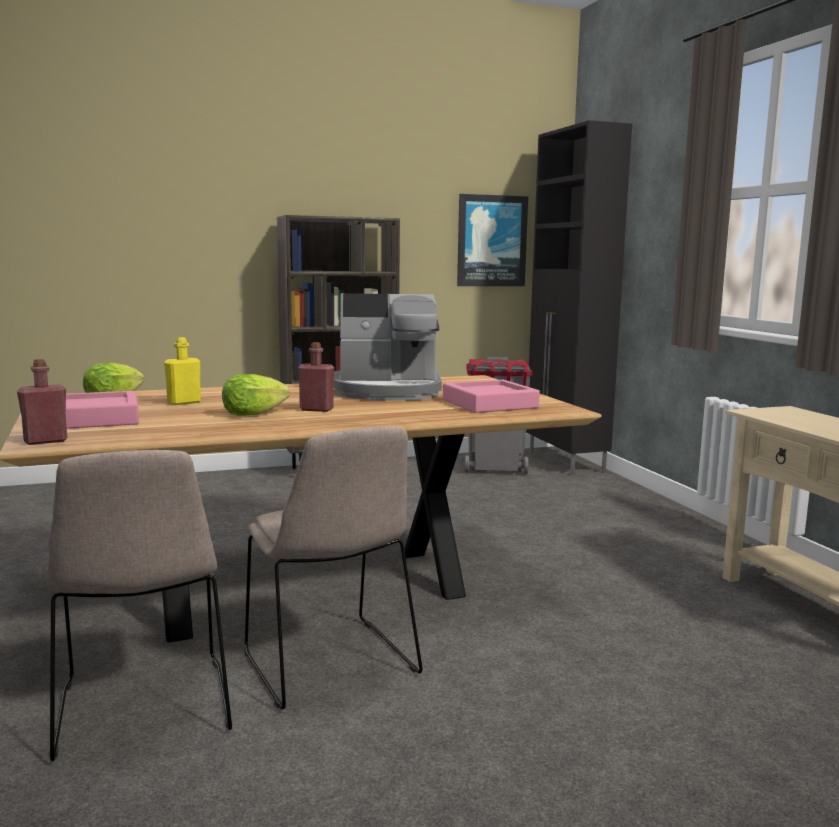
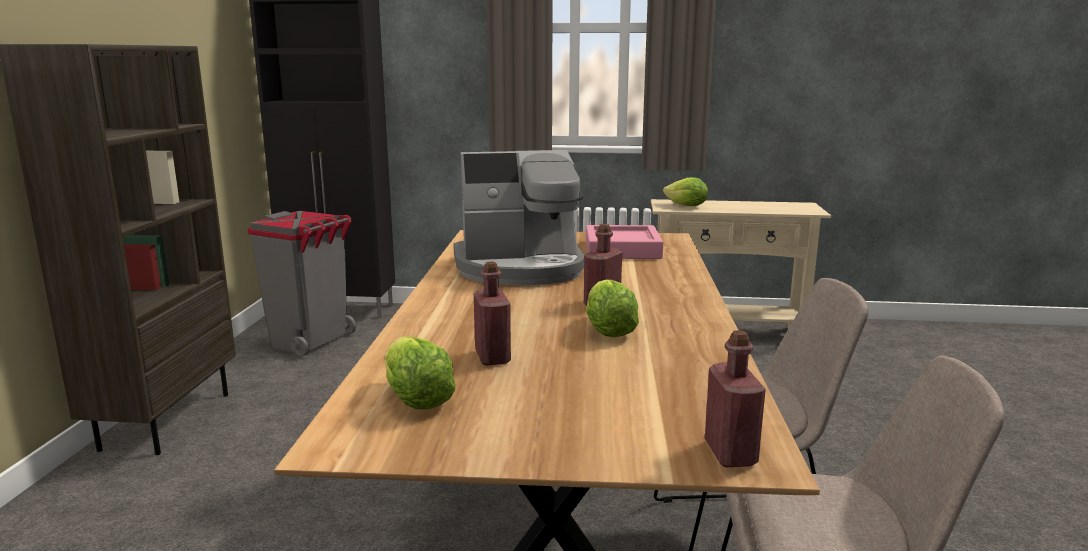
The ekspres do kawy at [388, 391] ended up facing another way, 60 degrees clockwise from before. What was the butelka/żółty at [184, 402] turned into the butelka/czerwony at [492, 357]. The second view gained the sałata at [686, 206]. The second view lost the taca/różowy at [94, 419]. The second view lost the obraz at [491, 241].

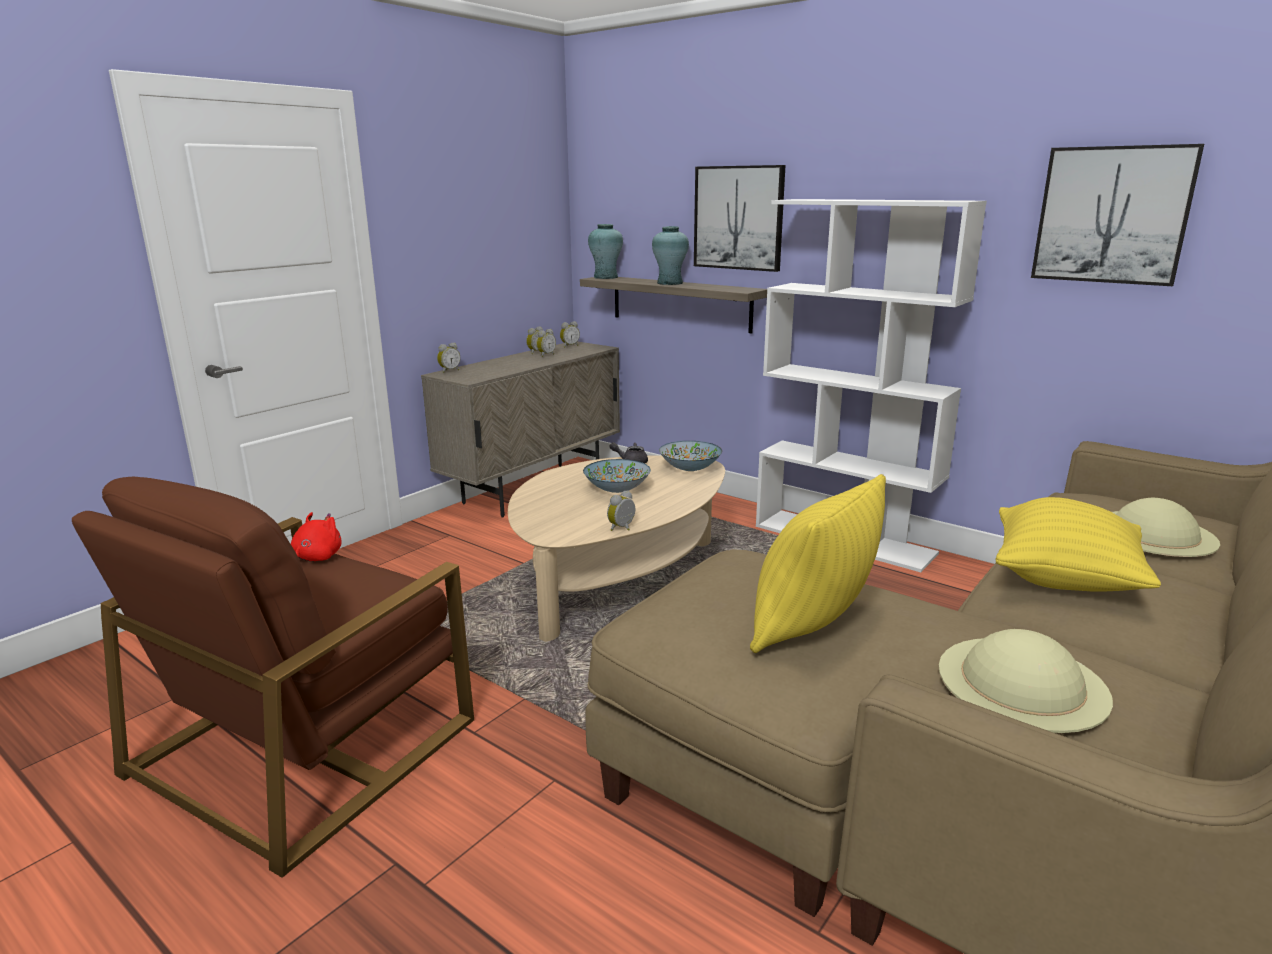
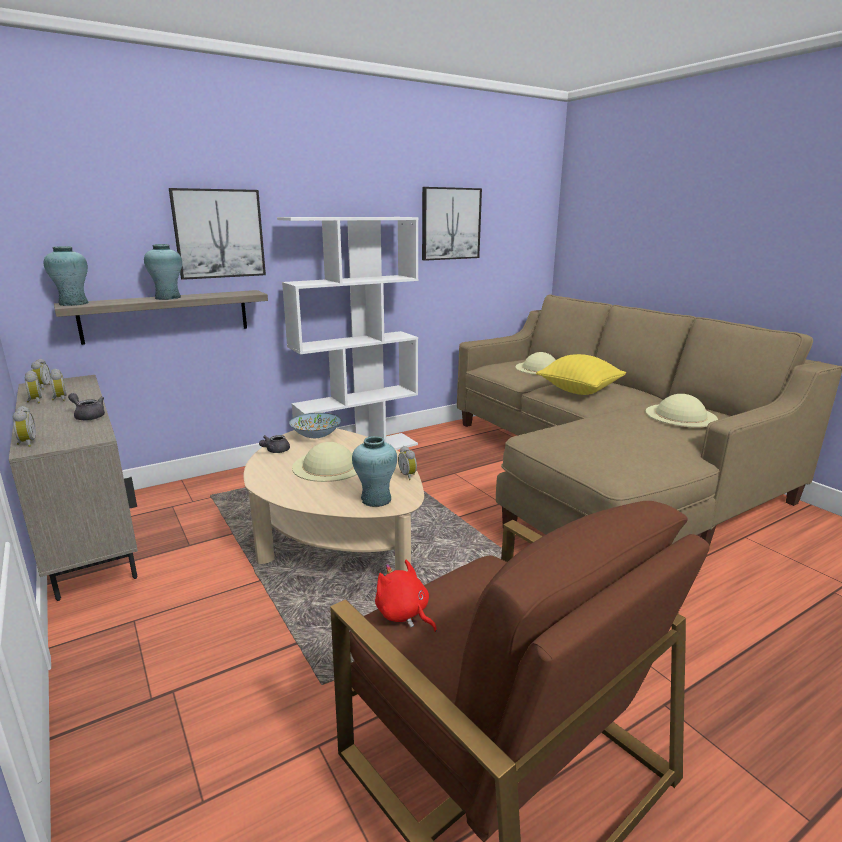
The second view gained the imbryk/szary at [88, 416]. Where the miska stood at [617, 489], the kapelusz/beżowy came to stand at [329, 465]. The second view gained the wazon/turkusowy at [376, 499]. The second view lost the poduszka/żółty at [811, 626].

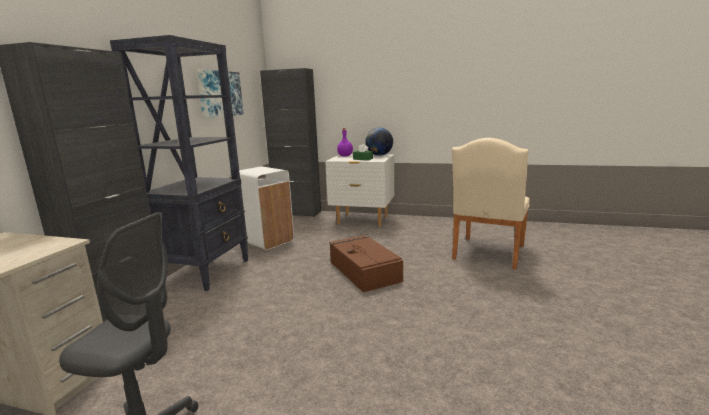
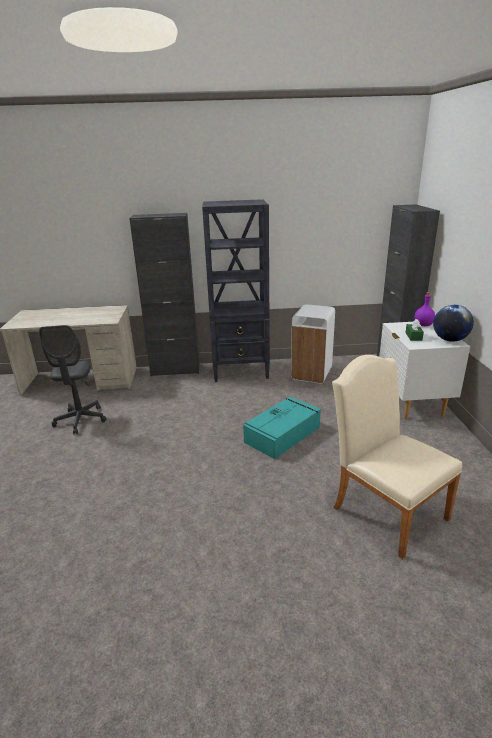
What was the pojemnik do przechowywania/brązowy at [364, 271] turned into the pojemnik do przechowywania/turkusowy at [283, 434]. The krzesło/beżowy at [487, 254] ended up facing another way, 45 degrees clockwise from before. The second view lost the obraz at [219, 94].

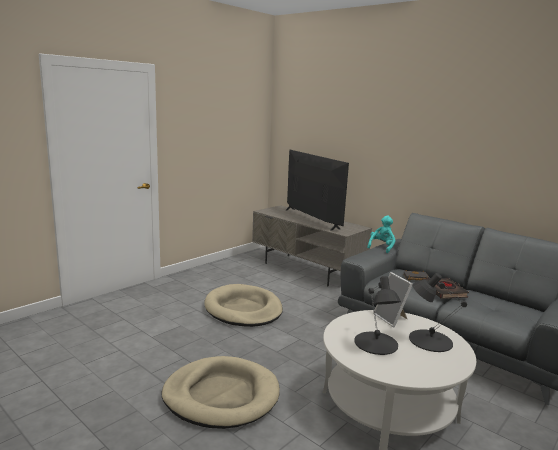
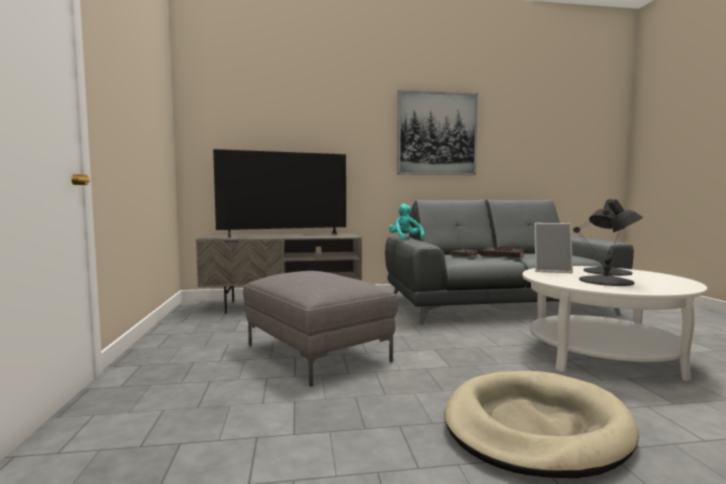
The telewizor at [311, 219] ended up facing another way, 150 degrees clockwise from before. Where the legowisko/beżowy stood at [243, 309], the pufa/szary came to stand at [319, 353]. The second view gained the obraz at [436, 134].

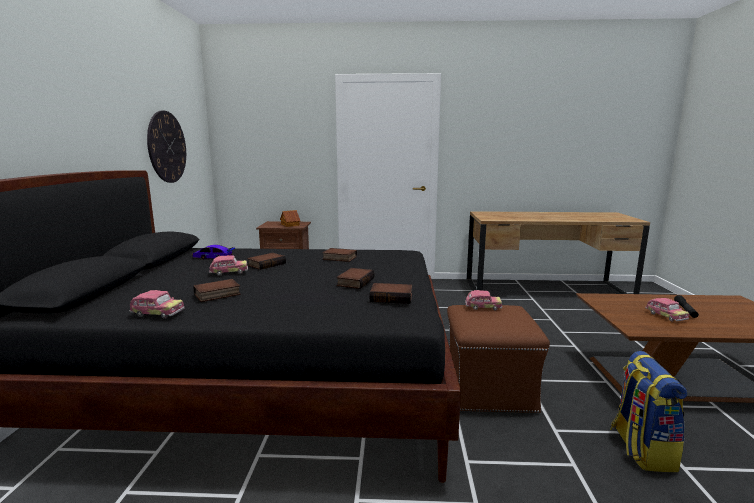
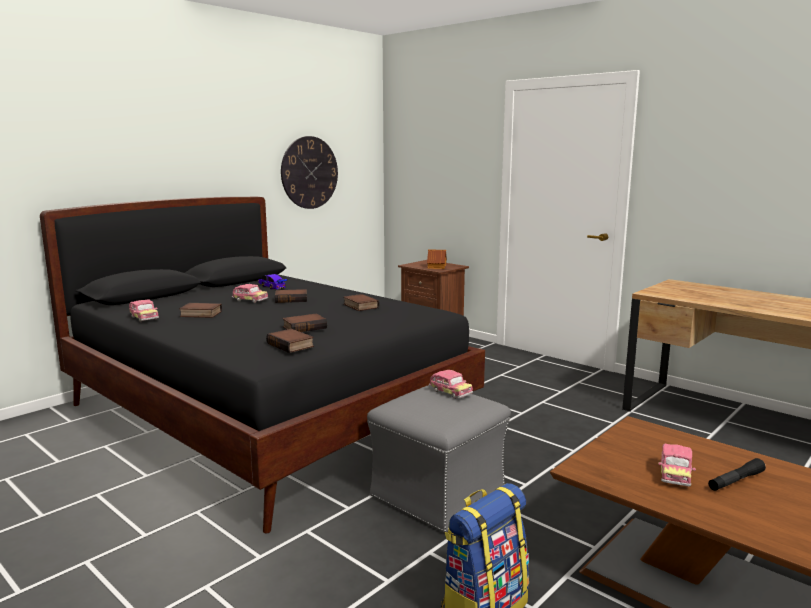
What was the pufa/brązowy at [489, 389] turned into the pufa/szary at [438, 494].

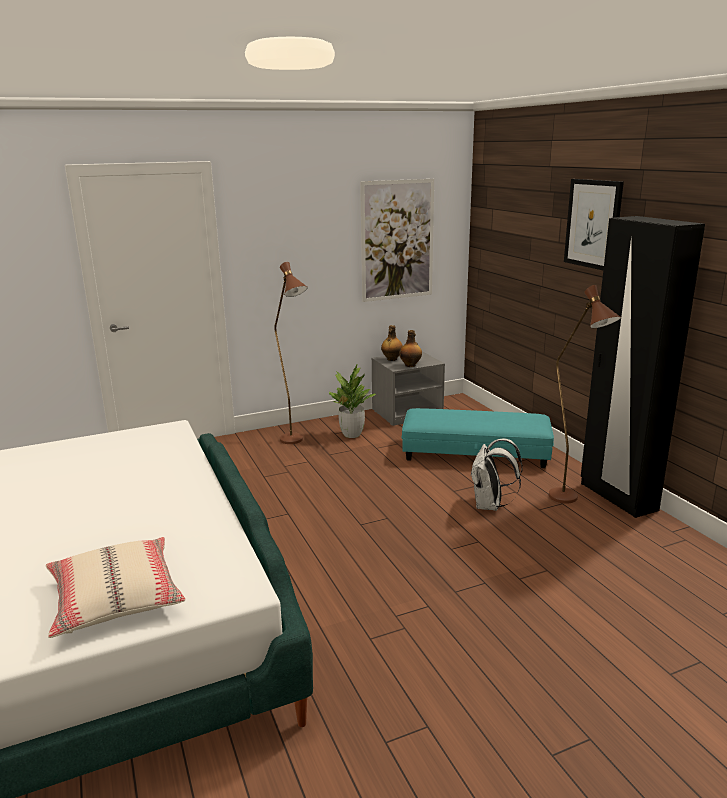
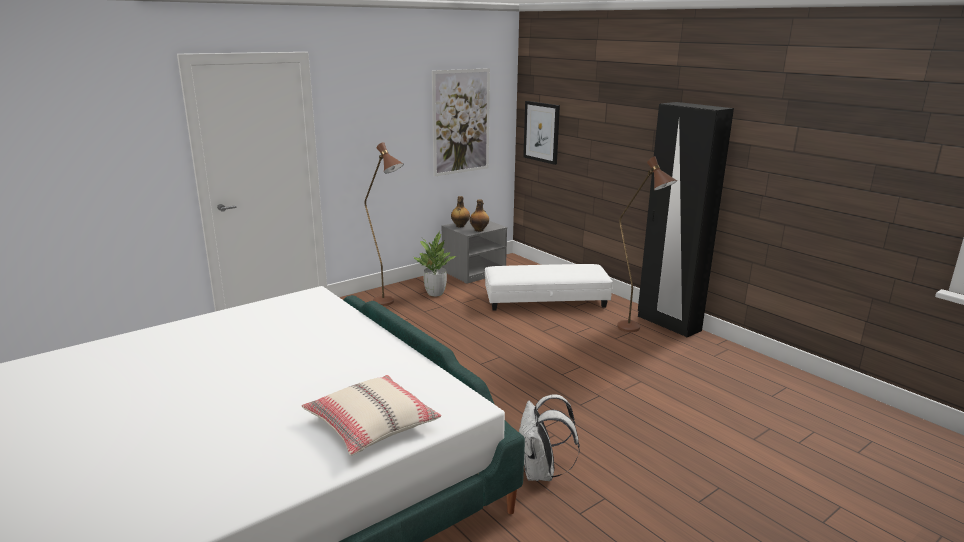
What was the pufa/turkusowy at [475, 453] turned into the pufa/biały at [546, 300]. The plecak/biały ended up elsewhere, having gone from [490, 505] to [541, 473]. The obraz ended up elsewhere, having gone from [593, 224] to [541, 132].

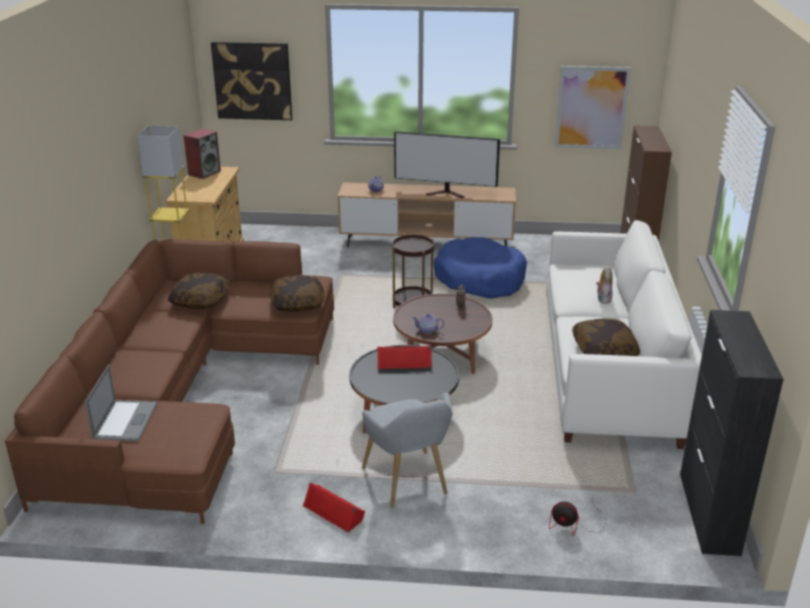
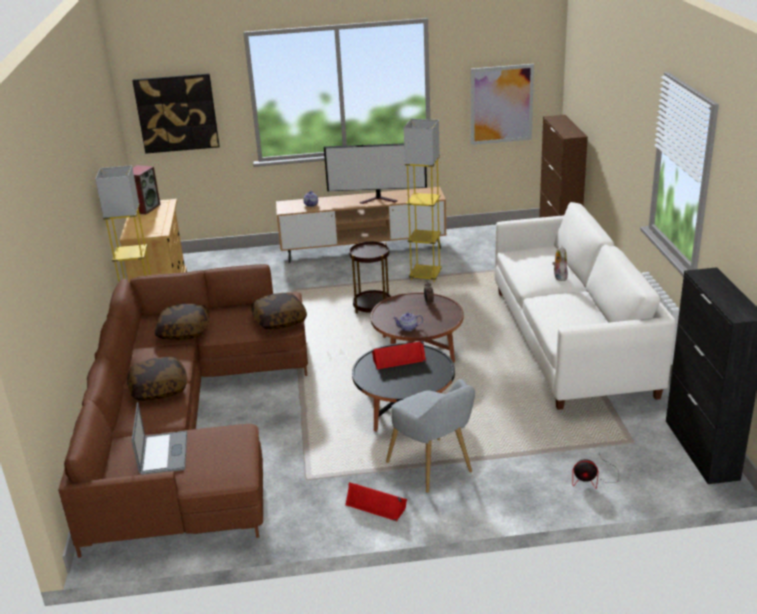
The poduszka ended up elsewhere, having gone from [604, 351] to [158, 388]. Where the legowisko/niebieski stood at [479, 279], the lampa stojąca/żółty came to stand at [425, 276].

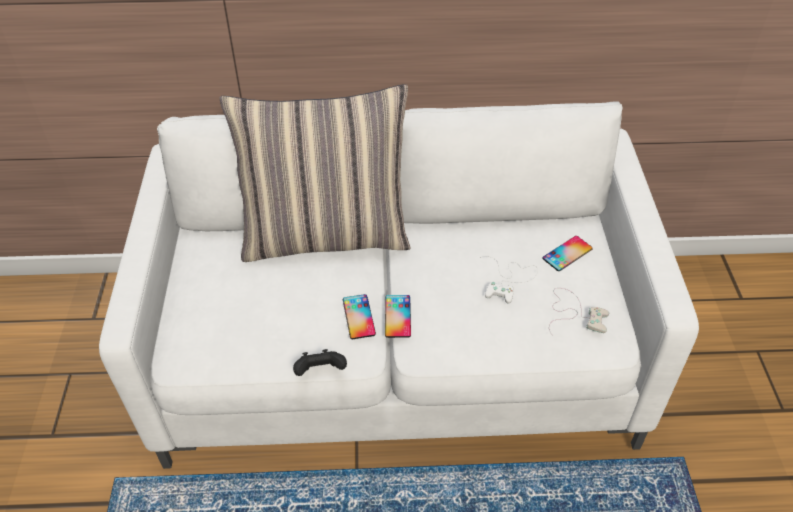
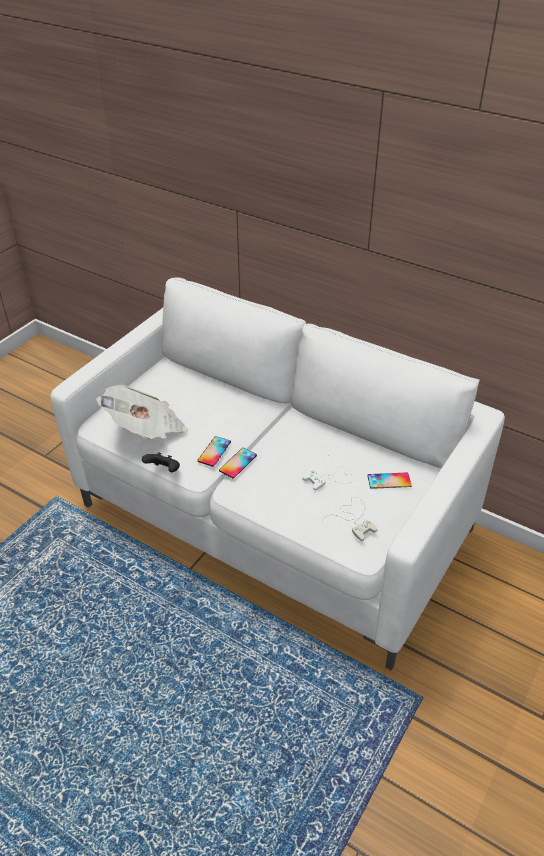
The second view gained the gazeta at [146, 429]. The second view lost the poduszka at [326, 235].

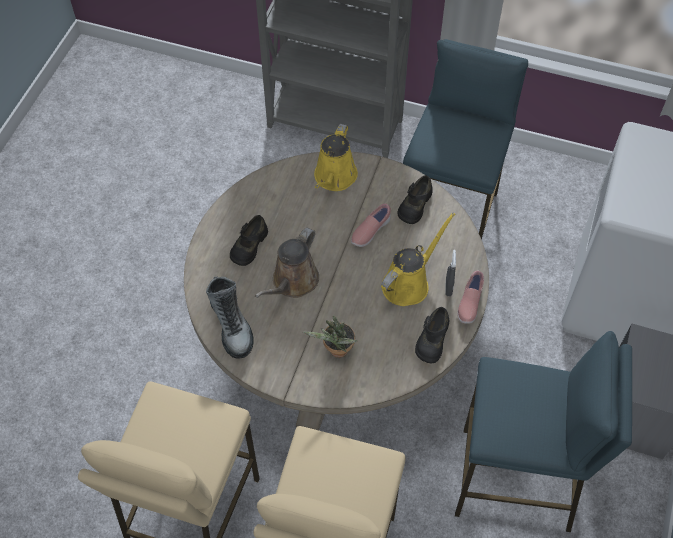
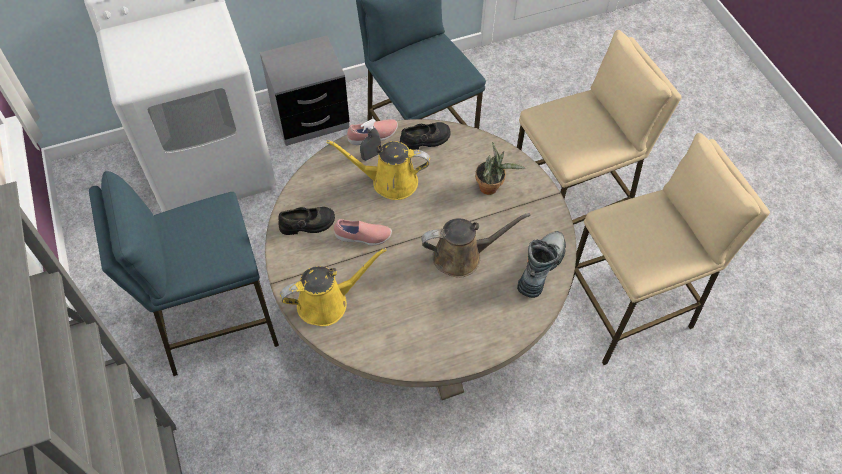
The second view lost the but/czarny at [249, 245].

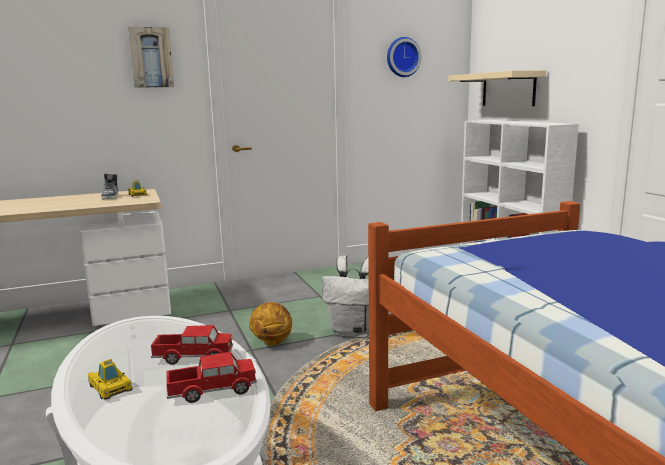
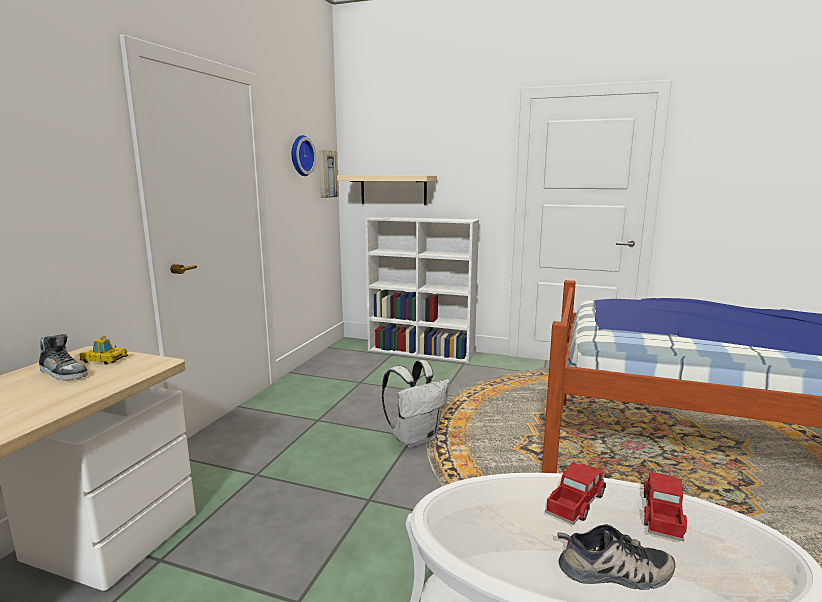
The obraz ended up elsewhere, having gone from [151, 58] to [327, 174]. Where the samochodzik stood at [110, 387], the but came to stand at [614, 573]. The second view lost the piłka do koszykówki at [272, 342].

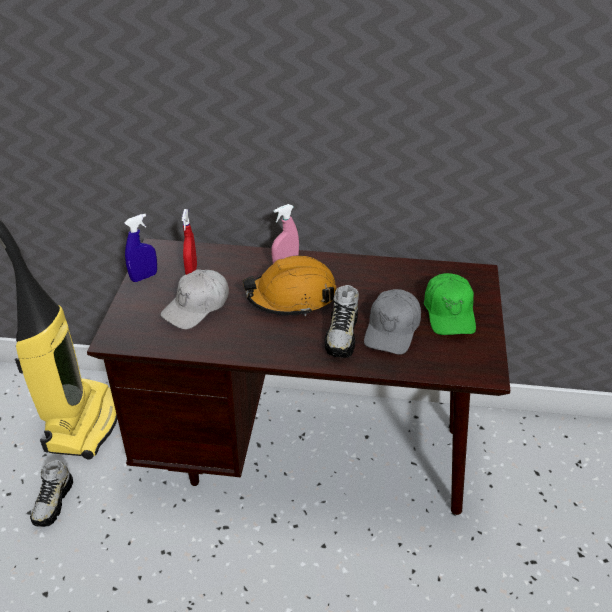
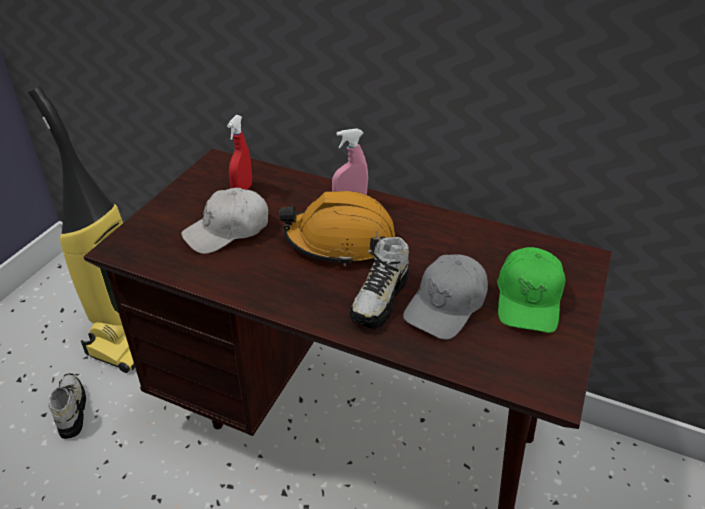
The but at [53, 502] ended up facing another way, 135 degrees clockwise from before. The second view lost the spryskiwacz/niebieski at [144, 277].

